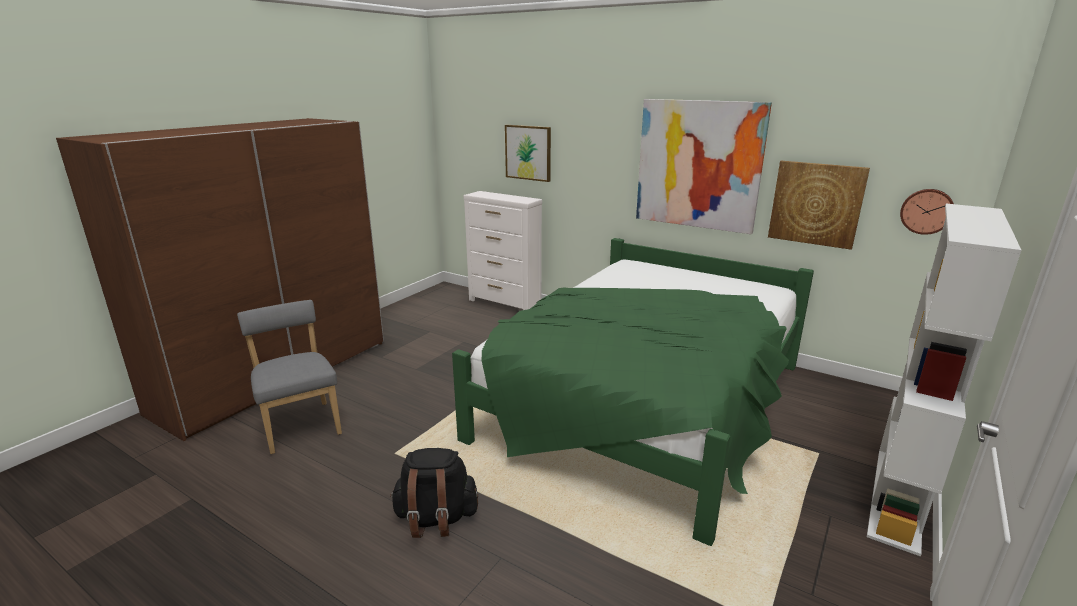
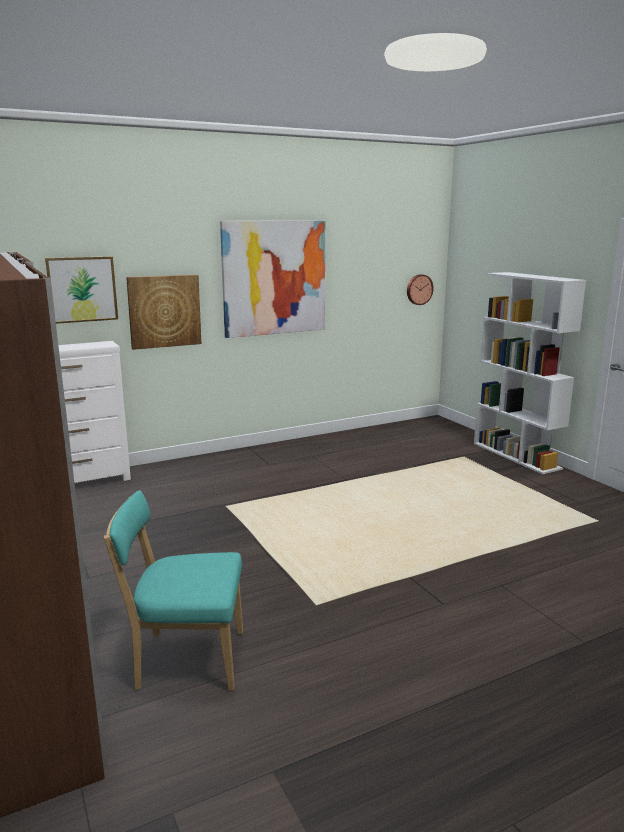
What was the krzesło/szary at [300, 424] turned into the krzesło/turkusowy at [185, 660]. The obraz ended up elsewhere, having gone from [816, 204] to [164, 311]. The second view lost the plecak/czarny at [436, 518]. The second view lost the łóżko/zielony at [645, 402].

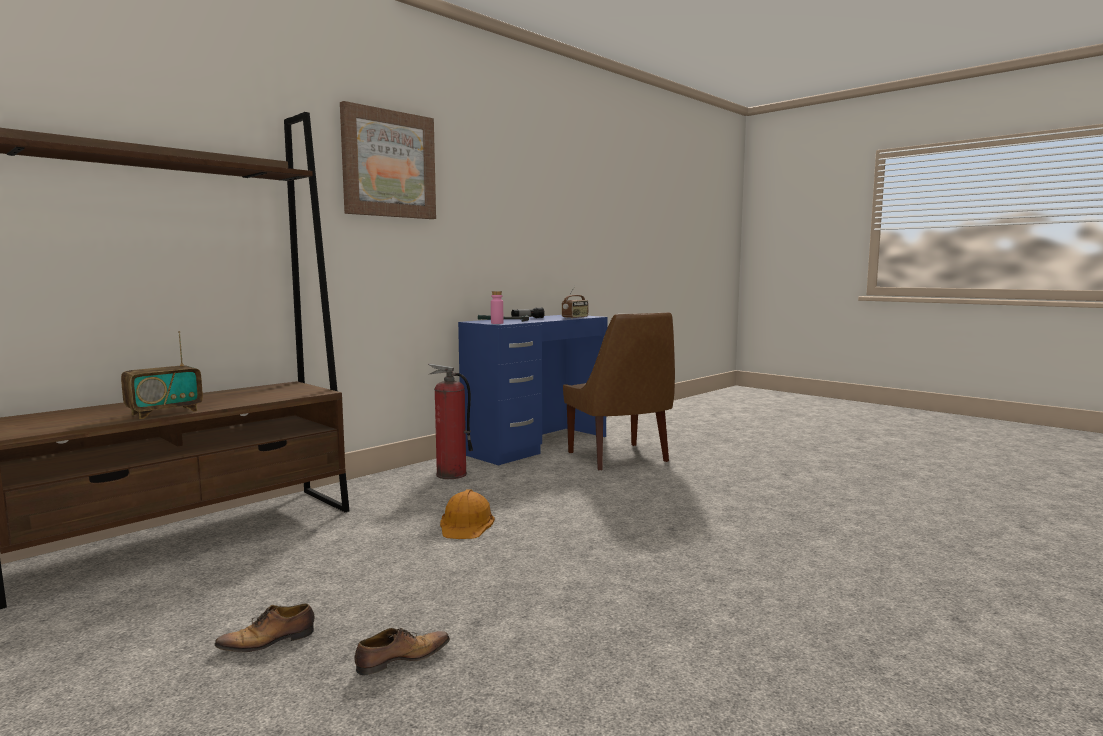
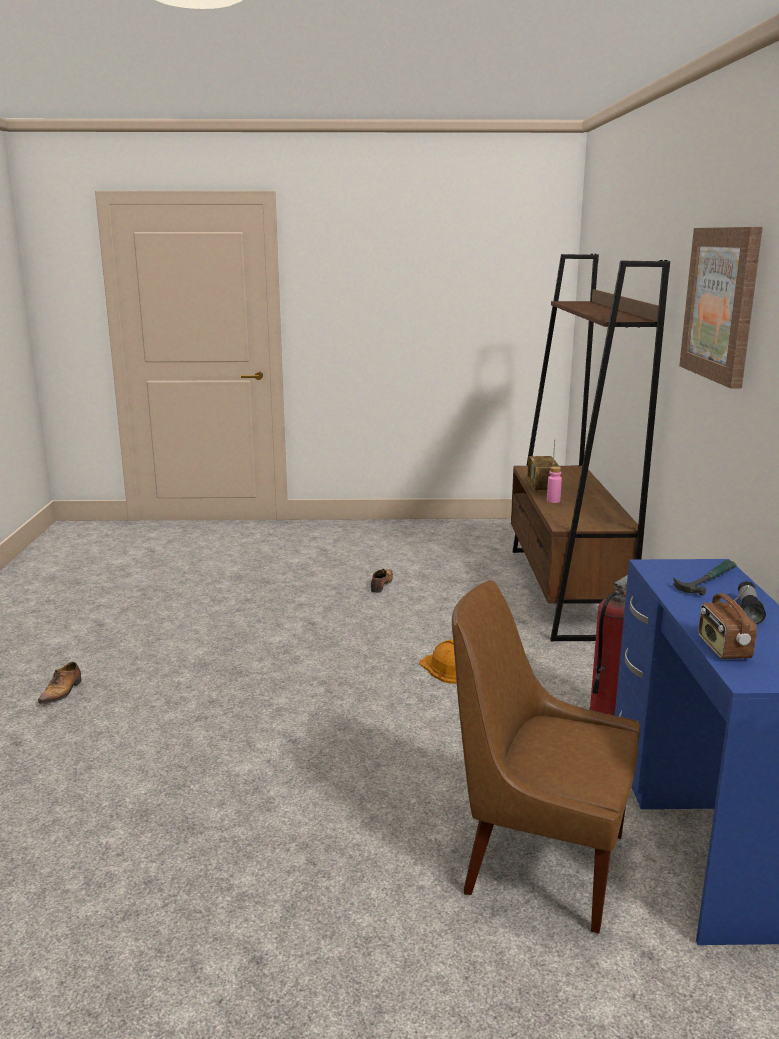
The but ended up elsewhere, having gone from [401, 659] to [62, 692]. The butelka/różowy ended up elsewhere, having gone from [497, 323] to [553, 501].

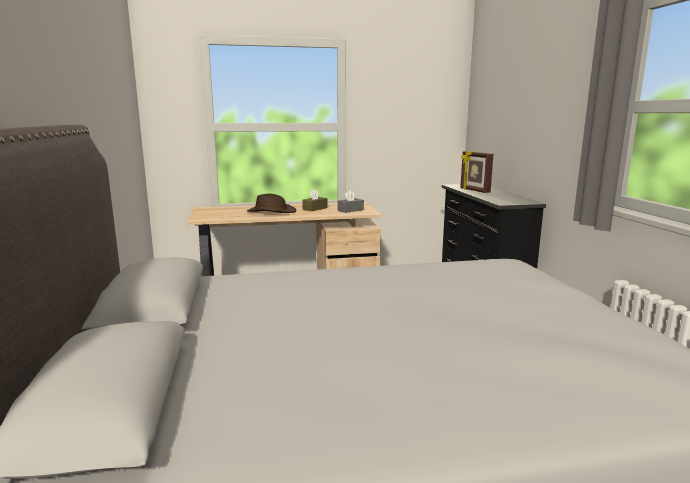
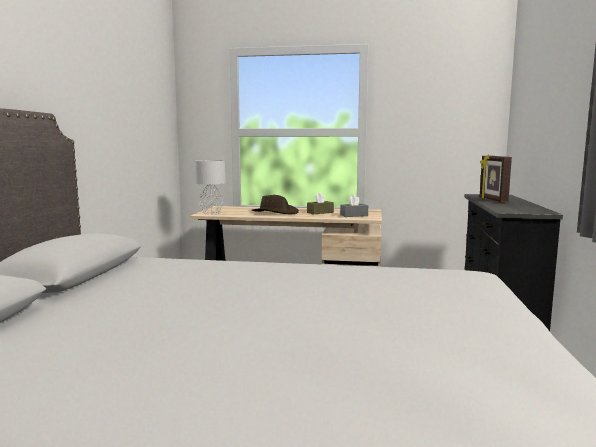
The second view gained the lampa stołowa/szary at [211, 213].

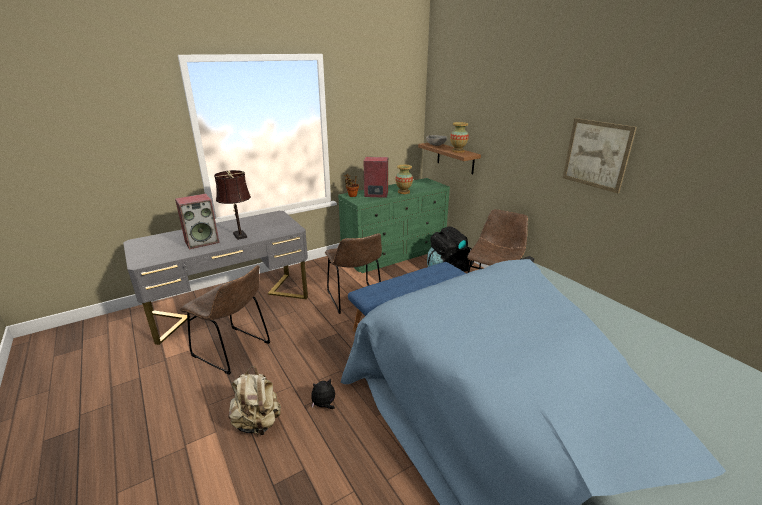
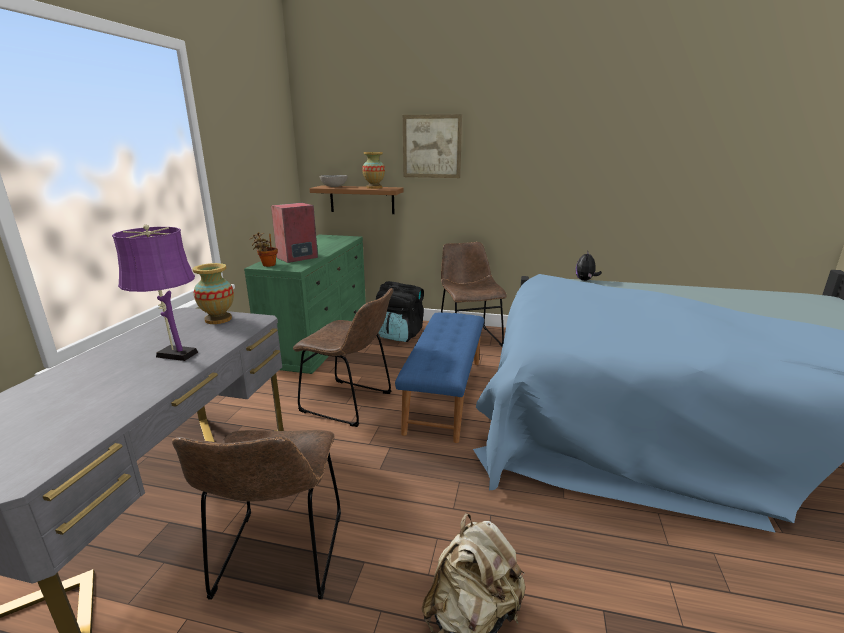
What was the lampa stołowa/brązowy at [239, 235] turned into the lampa stołowa/fioletowy at [174, 354]. The krzesło/brązowy at [234, 351] ended up facing another way, 105 degrees clockwise from before. The wazon ended up elsewhere, having gone from [403, 192] to [218, 319]. The obraz ended up elsewhere, having gone from [597, 154] to [432, 146]. The pluszak ended up elsewhere, having gone from [324, 405] to [585, 280]. The second view lost the głośnik at [202, 241].

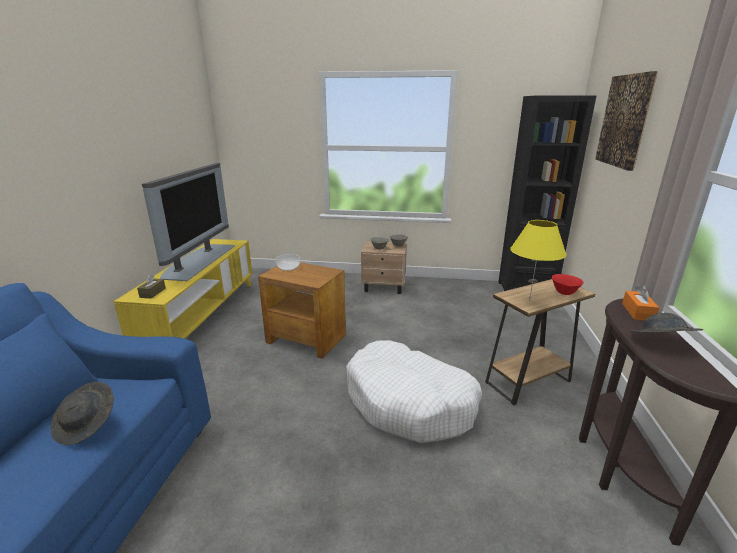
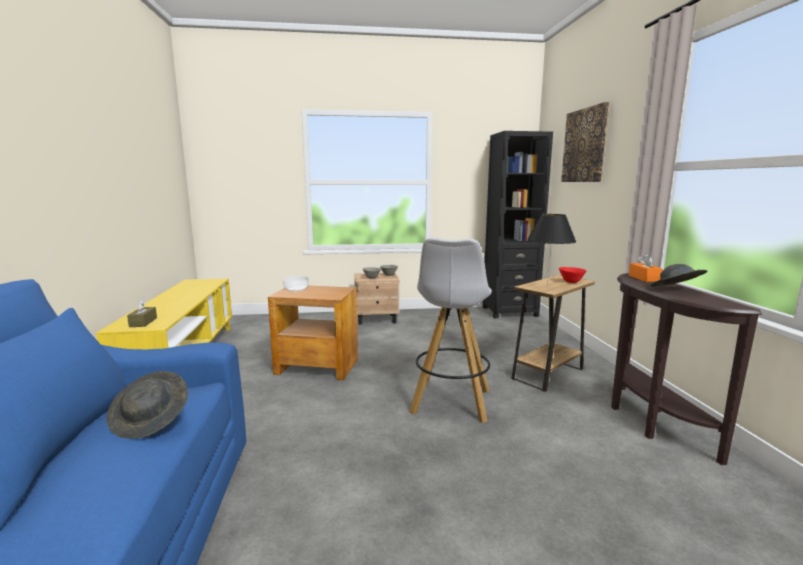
Where the legowisko/biały stood at [410, 402], the stołek/biały came to stand at [451, 402]. What was the lampa stołowa/żółty at [529, 300] turned into the lampa stołowa/czarny at [547, 288]. The second view lost the telewizor at [198, 261].

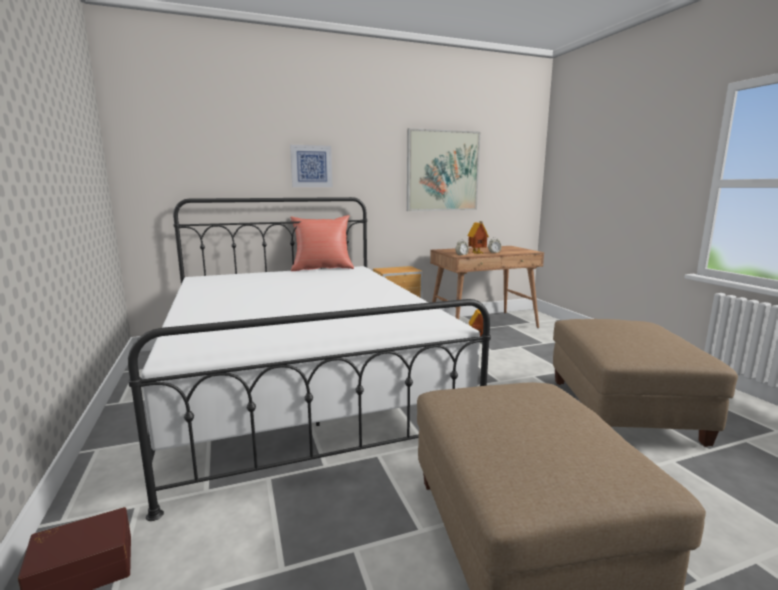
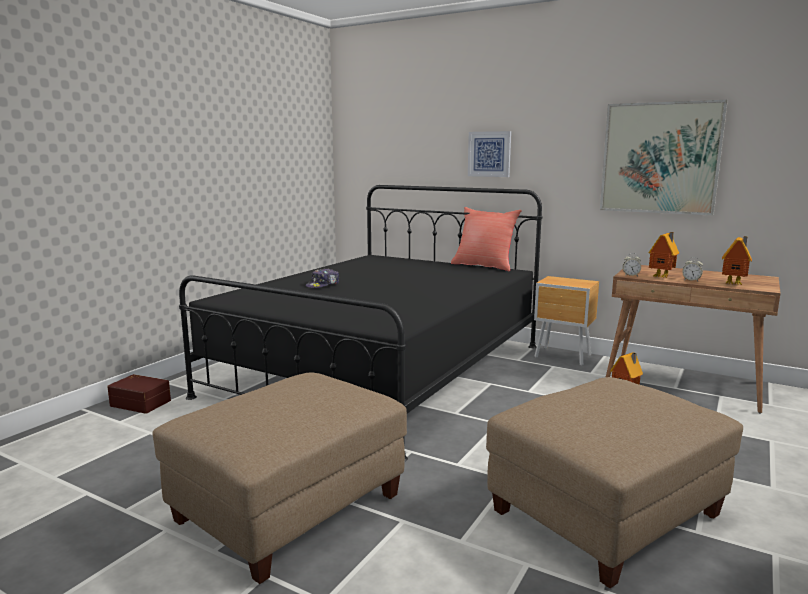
What was the łóżko/biały at [302, 385] turned into the łóżko/czarny at [381, 369]. The second view gained the czapka z daszkiem at [323, 285]. The second view gained the domek at [734, 284].

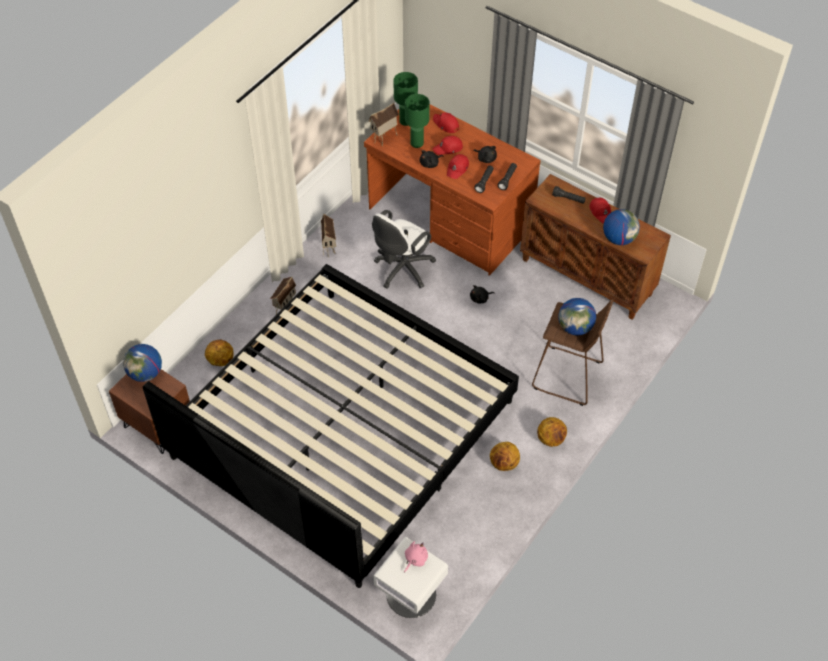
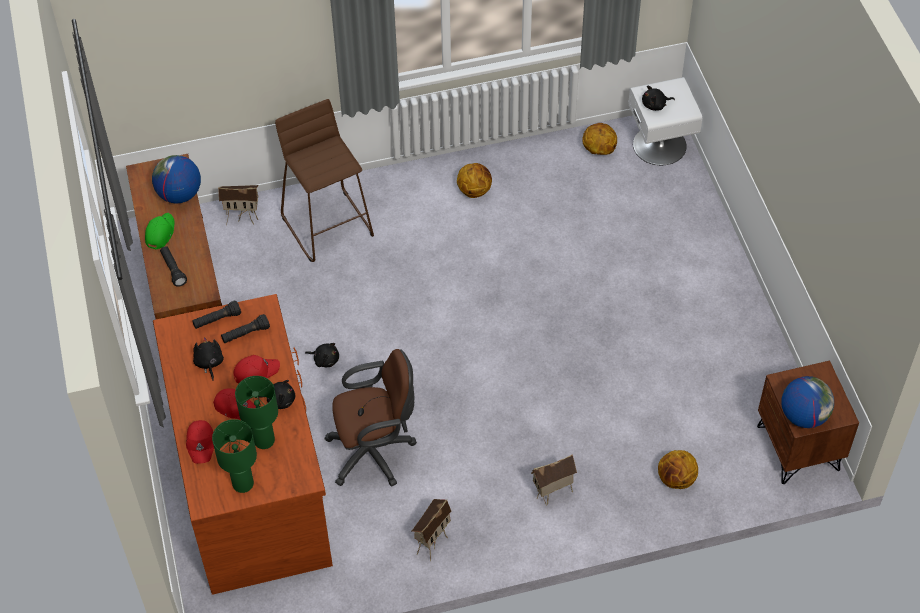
What was the czapka z daszkiem/czerwony at [601, 212] turned into the czapka z daszkiem/zielony at [160, 233]. The domek ended up elsewhere, having gone from [385, 139] to [243, 217]. What was the krzesło biurowe/biały at [401, 270] turned into the krzesło biurowe/brązowy at [375, 452]. The piłka do koszykówki ended up elsewhere, having gone from [551, 439] to [598, 150]. What was the pluszak/różowy at [415, 559] turned into the pluszak/czarny at [655, 105]. The second view lost the łóżko at [342, 429]. The second view lost the globus at [575, 327].

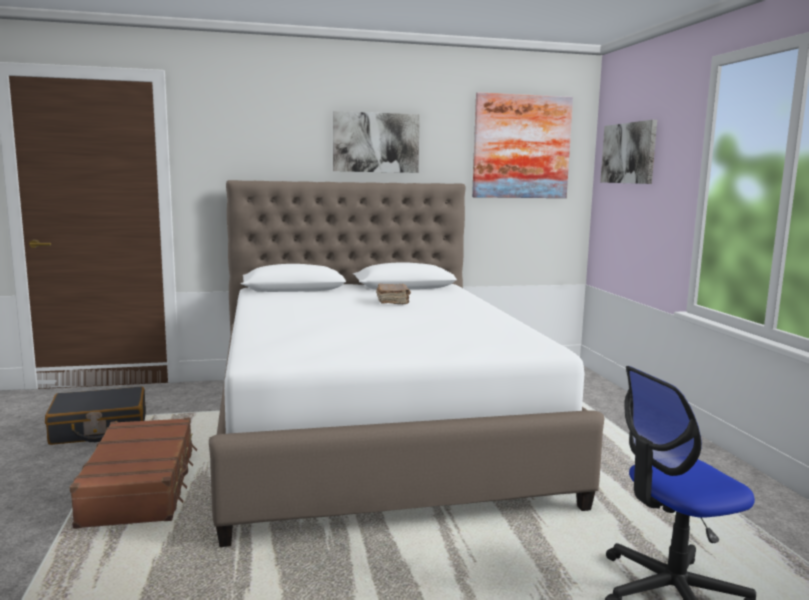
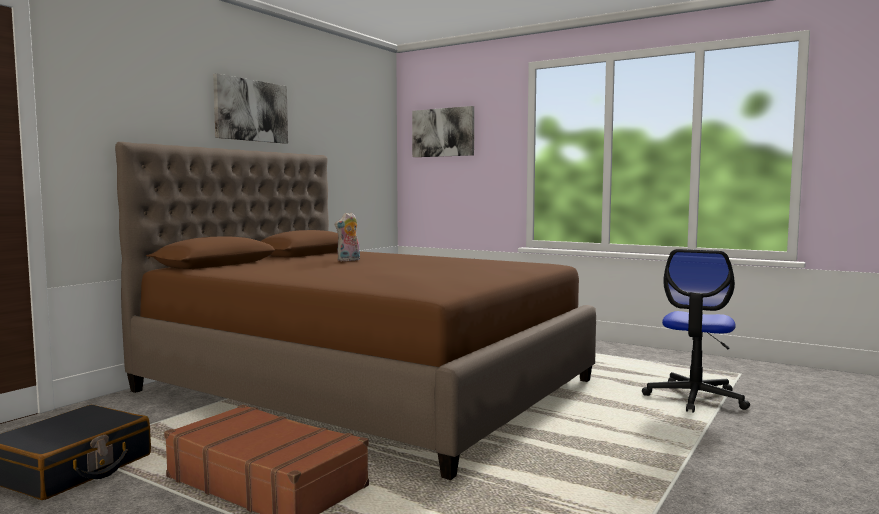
What was the łóżko/biały at [374, 431] turned into the łóżko/brązowy at [366, 385]. Where the książka/brązowy stood at [393, 302], the pluszak came to stand at [349, 260]. The second view lost the obraz at [521, 147].

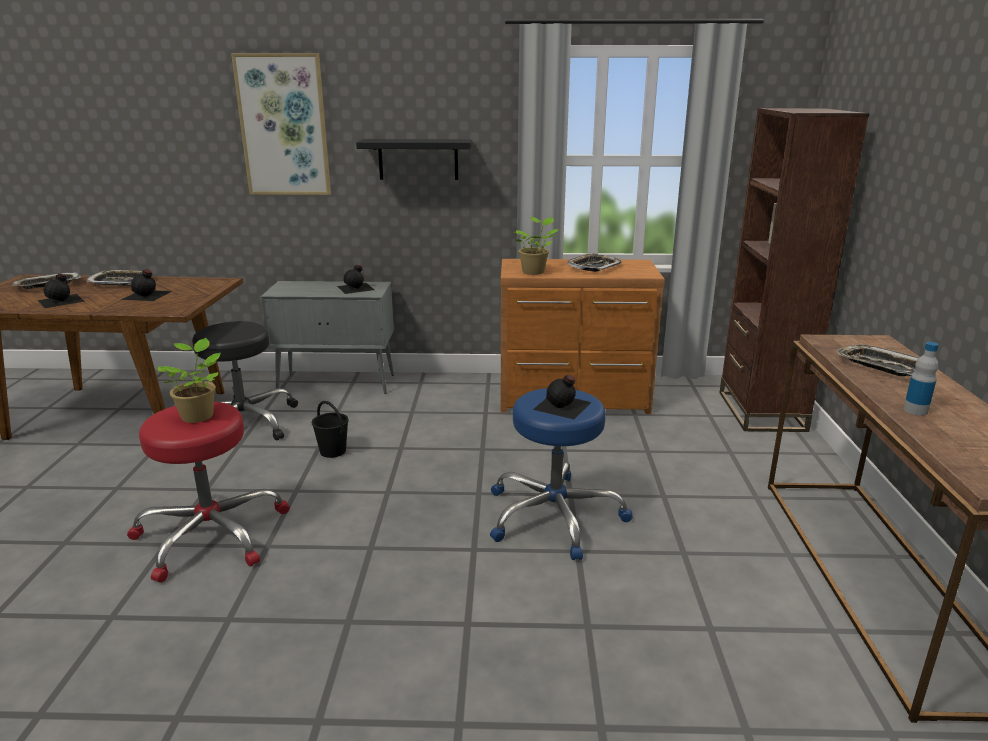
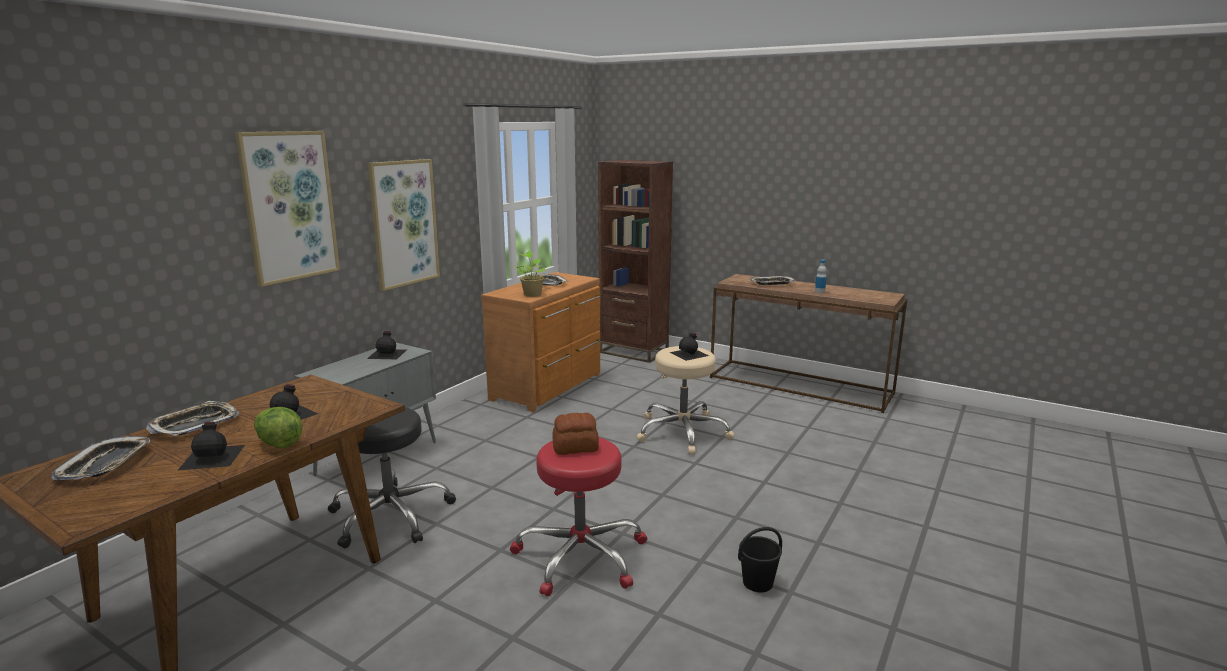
The second view gained the sałata at [279, 443]. Where the półka/czarny hung at [418, 159], the obraz came to hang at [404, 223]. Where the roślina doniczkowa stood at [198, 415], the chleb came to stand at [576, 448]. What was the stołek/niebieski at [553, 516] turned into the stołek/beżowy at [682, 432]. The wiadro/czarny ended up elsewhere, having gone from [332, 451] to [757, 583].

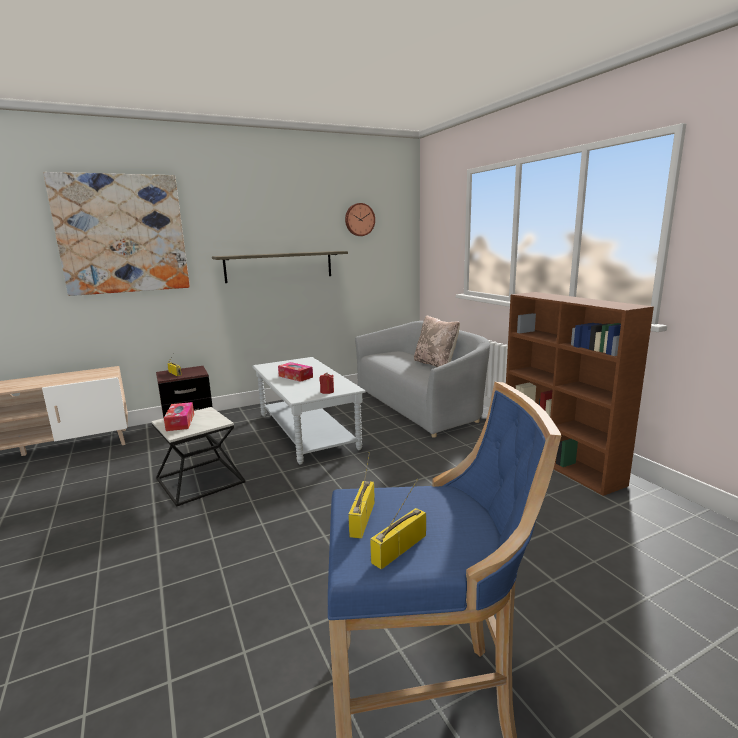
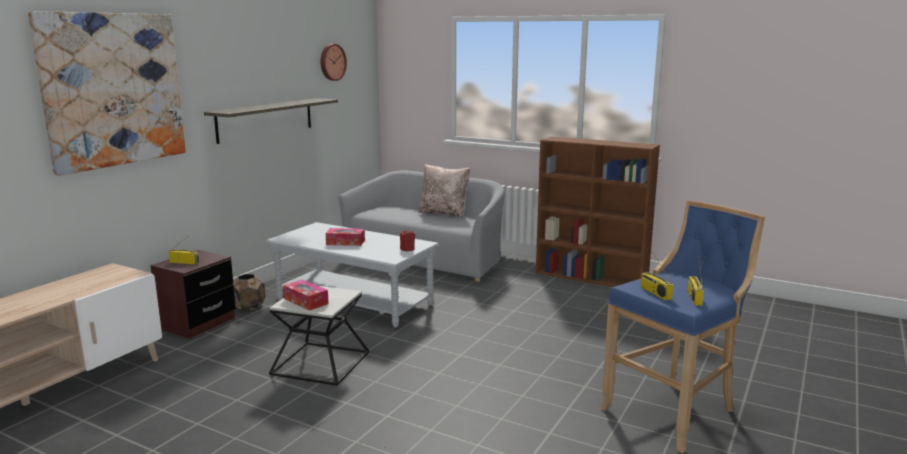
The second view gained the donica/brązowy at [249, 307].

